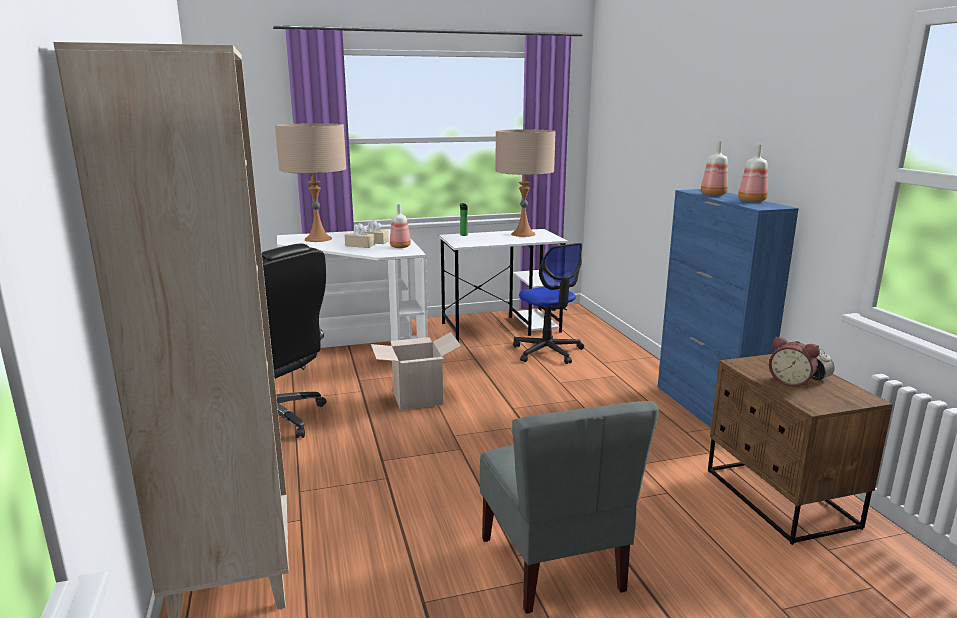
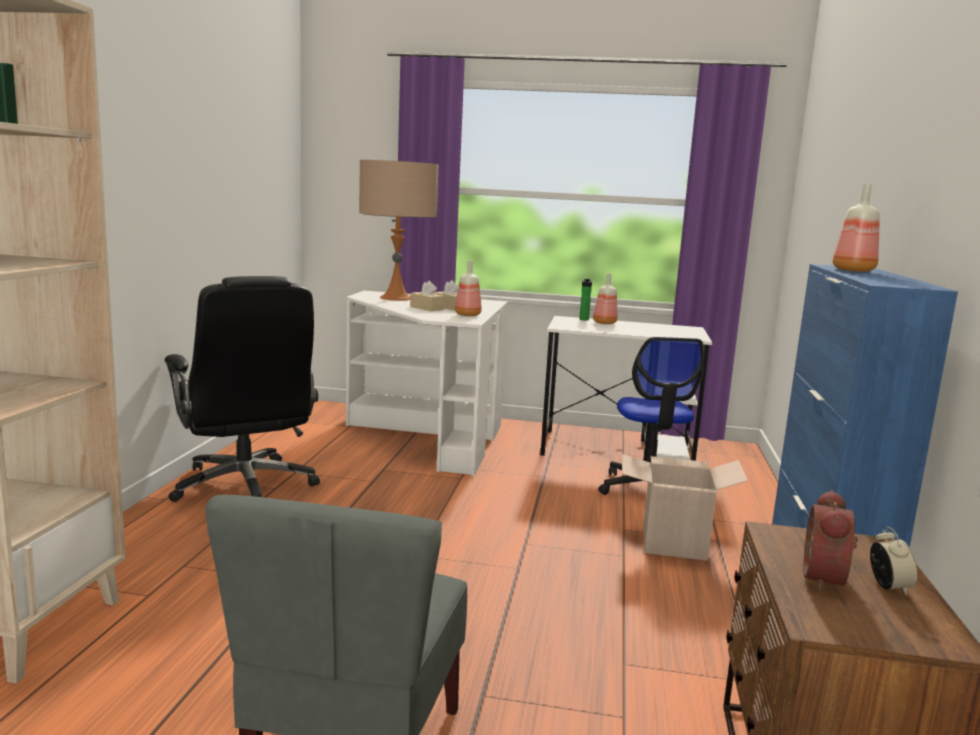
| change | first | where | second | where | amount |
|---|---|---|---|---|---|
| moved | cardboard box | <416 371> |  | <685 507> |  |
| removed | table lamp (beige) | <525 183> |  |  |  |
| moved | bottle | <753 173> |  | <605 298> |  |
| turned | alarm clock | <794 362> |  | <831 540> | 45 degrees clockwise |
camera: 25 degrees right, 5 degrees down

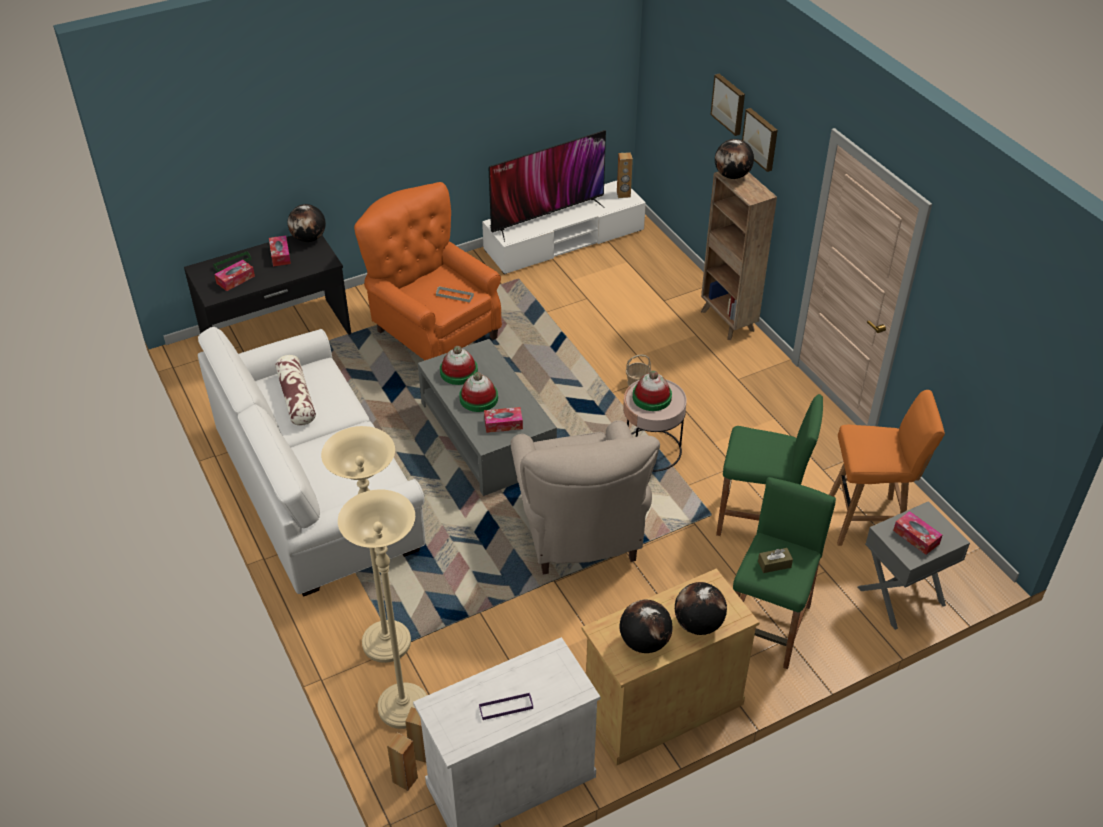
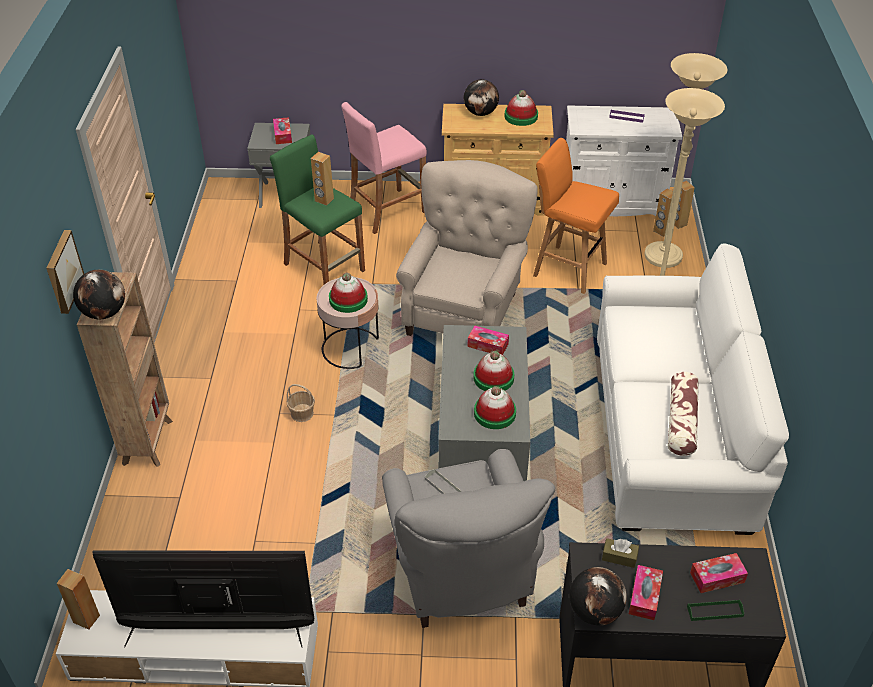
| change | first | where | second | where | amount |
|---|---|---|---|---|---|
| recoloured | armchair (orange) | <428 271> | armchair (grey) | <468 538> |  |
| replaced | globe | <646 626> | hat | <521 108> |  |
| removed | picture | <728 105> |  |  |  |
| recoloured | stool (green) | <784 573> | stool (pink) | <384 168> |  |
| moved | tissue box (brown) | <775 560> |  | <620 553> |  |
| moved | stool (orange) | <887 468> |  | <576 216> |  |
| added |  |  | speaker (brown) | <322 179> |  |
camera: 150 degrees left, 0 degrees up

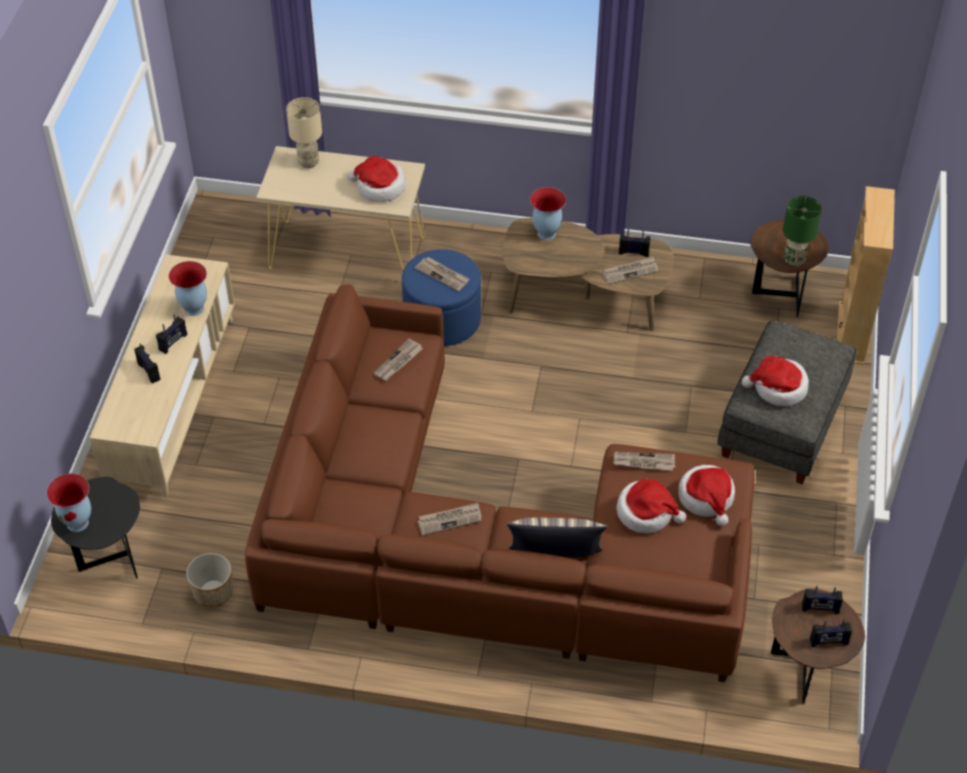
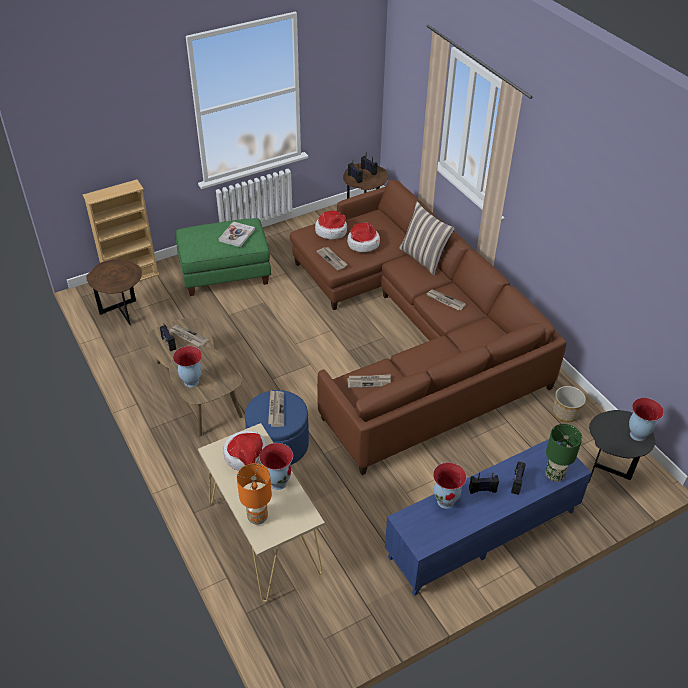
| change | first | where | second | where | amount |
|---|---|---|---|---|---|
| recoloured | tv stand (beige) | <162 376> | tv stand (blue) | <488 517> |  |
| recoloured | table lamp (beige) | <304 132> | table lamp (orange) | <254 494> |  |
| recoloured | ottoman (grey) | <786 402> | ottoman (green) | <223 257> |  |
| replaced | hat | <775 381> | book | <237 234> |  |
| moved | table lamp (green) | <802 231> |  | <564 453> |  |
| added |  |  | vase | <276 466> |  |
camera: 130 degrees left, 5 degrees down

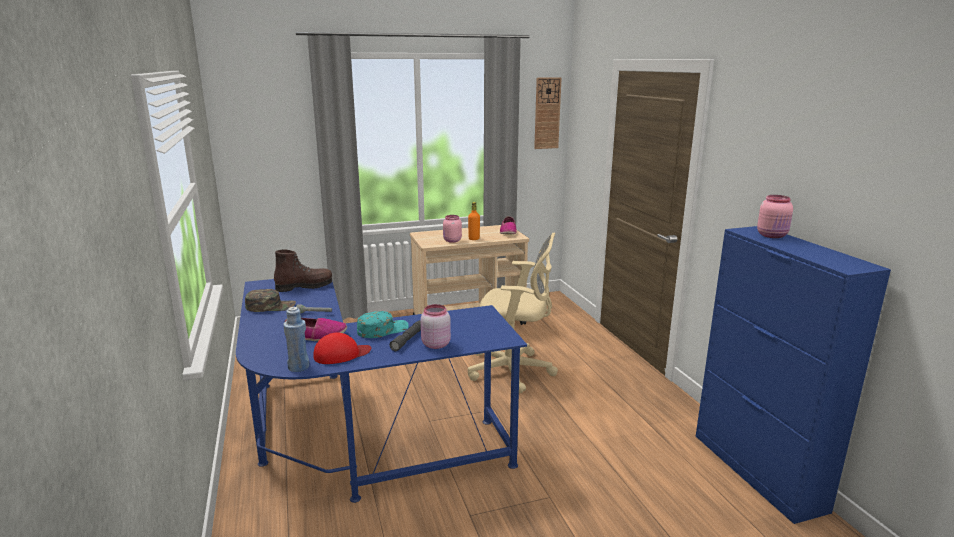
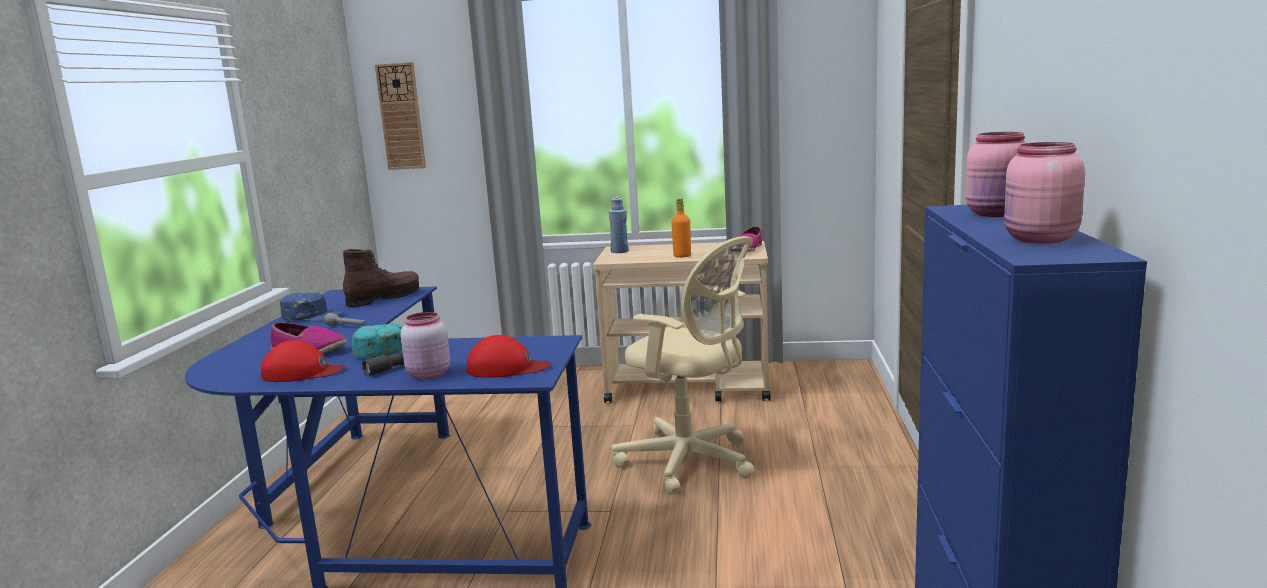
| change | first | where | second | where | amount |
|---|---|---|---|---|---|
| recoloured | cap (green) | <270 300> | cap (blue) | <312 307> |  |
| turned | boot (brown) | <303 270> |  | <381 278> | 45 degrees counterclockwise |
| moved | bottle (blue) | <296 339> |  | <619 224> |  |
| moved | jar (pink) | <452 229> |  | <1044 192> |  |
| moved | wall clock | <547 113> |  | <400 116> |  |
| added |  |  | cap (red) | <509 356> |  |
camera: 25 degrees right, 5 degrees down

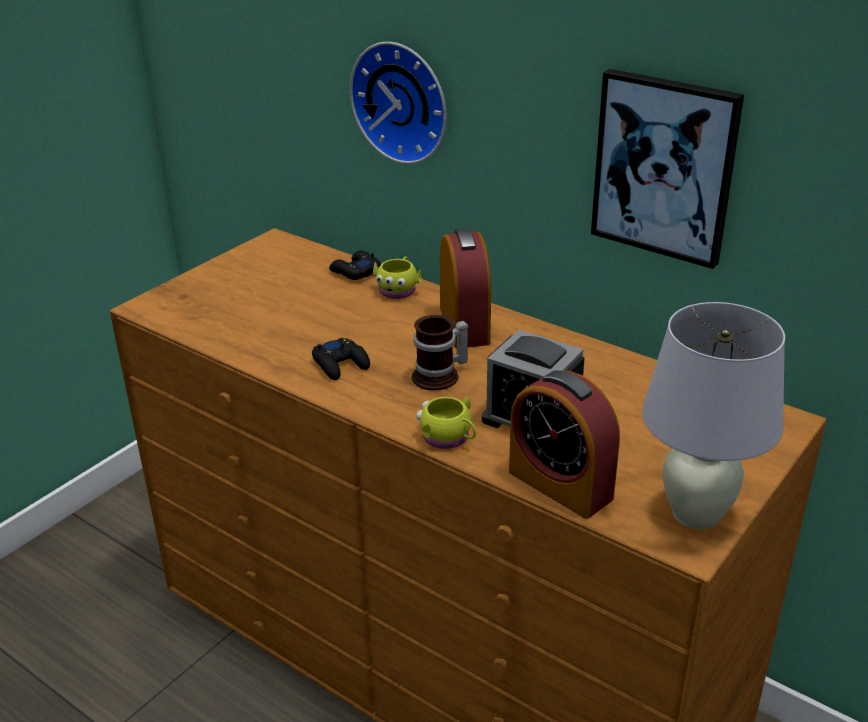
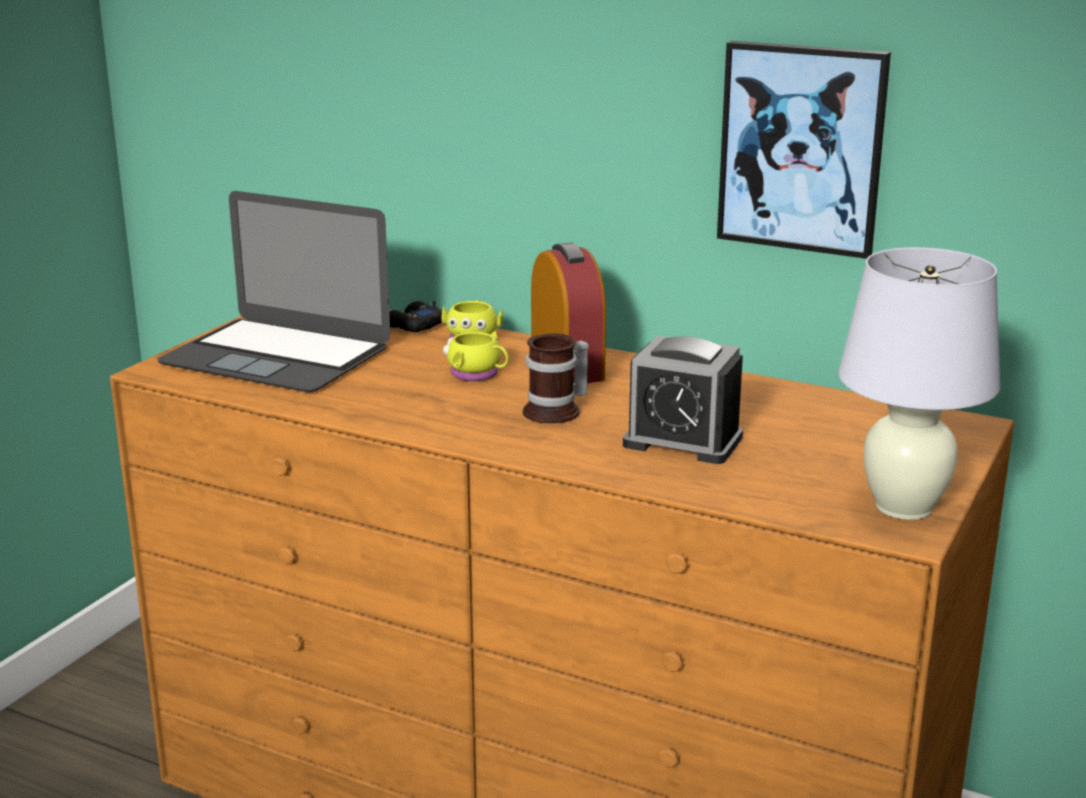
| change | first | where | second | where | amount |
|---|---|---|---|---|---|
| removed | game controller (black) | <341 359> |  |  |  |
| removed | wall clock | <398 103> |  |  |  |
| moved | mug (yellow) | <446 423> |  | <476 356> |  |
| removed | alarm clock | <564 445> |  |  |  |
| added |  |  | laptop | <273 291> |  |
camera: 10 degrees left, 10 degrees down

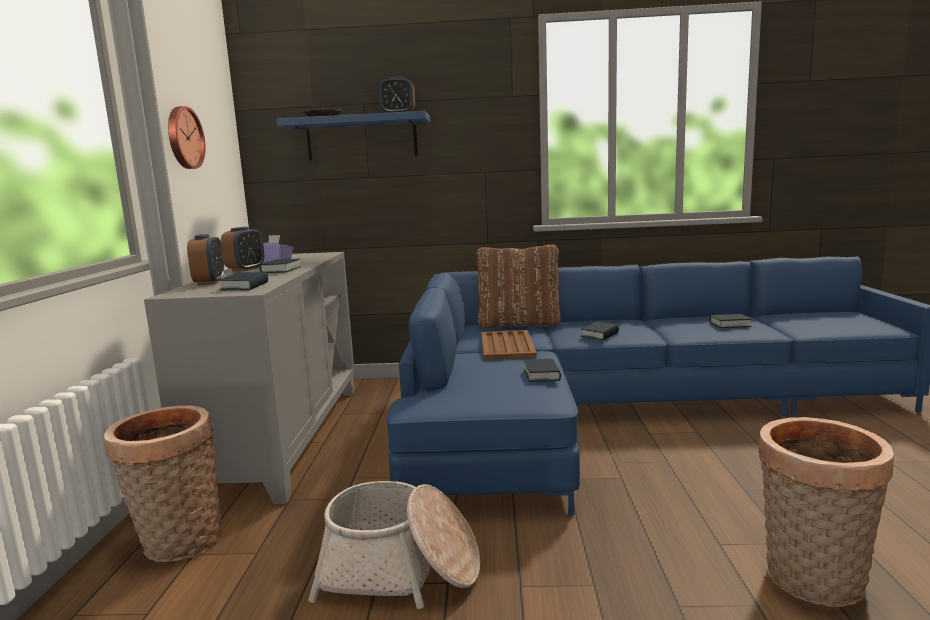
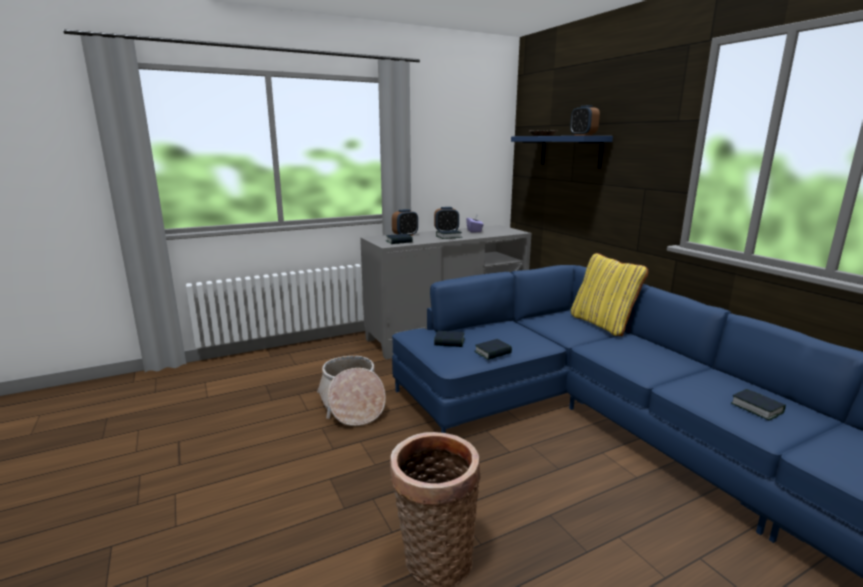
| change | first | where | second | where | amount |
|---|---|---|---|---|---|
| removed | basket | <163 483> |  |  |  |
| removed | wall clock | <187 137> |  |  |  |
| recoloured | pillow (brown) | <518 287> | pillow (yellow) | <609 295> |  |
| removed | tray (brown) | <509 345> |  |  |  |
| moved | book | <599 331> |  | <449 339> |  |
camera: 60 degrees right, 5 degrees up

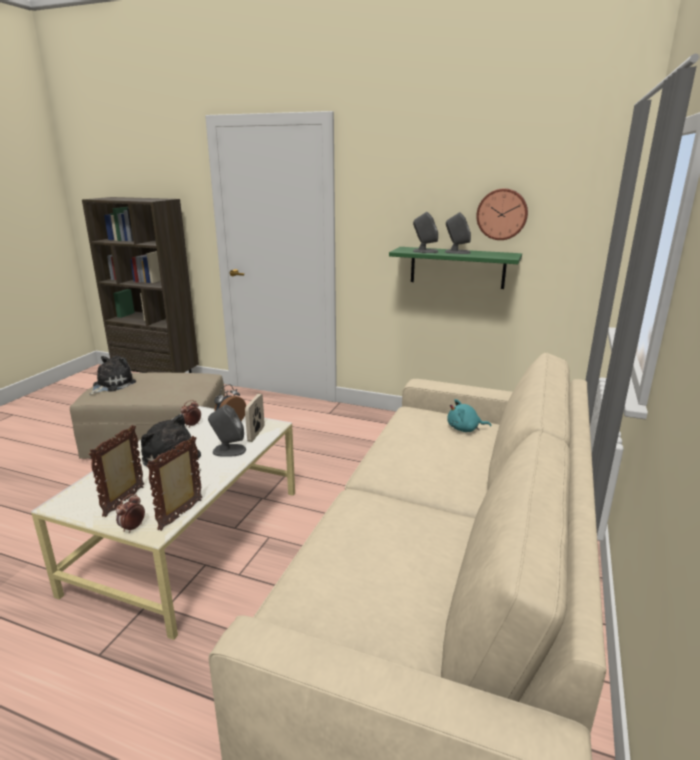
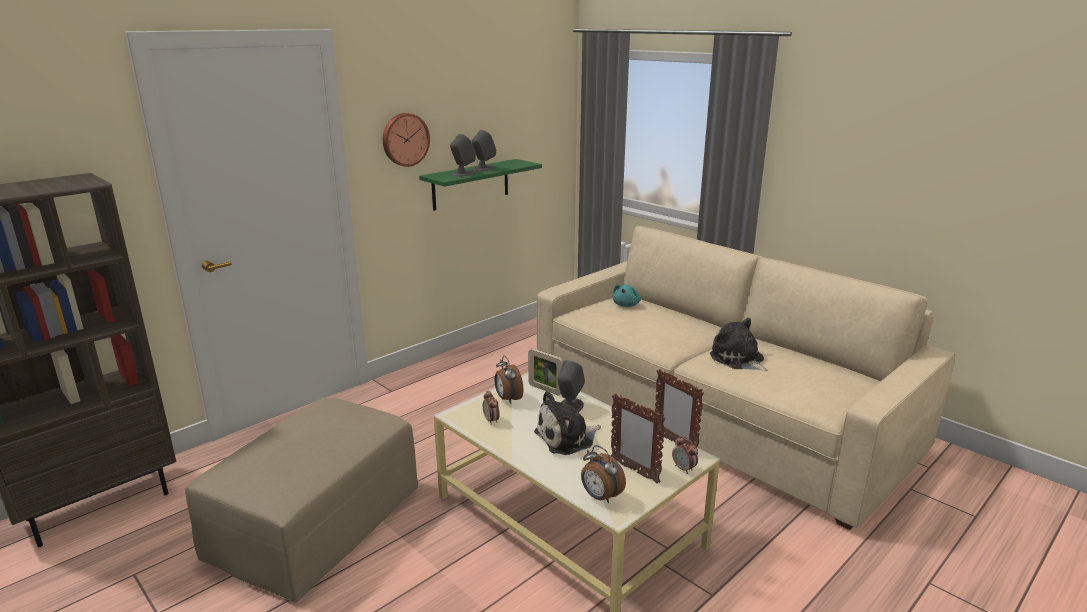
| change | first | where | second | where | amount |
|---|---|---|---|---|---|
| moved | plush toy | <112 375> |  | <740 344> |  |
| moved | wall clock | <502 214> |  | <406 140> |  |
| added |  |  | alarm clock | <603 474> |  |
camera: 65 degrees left, 0 degrees up

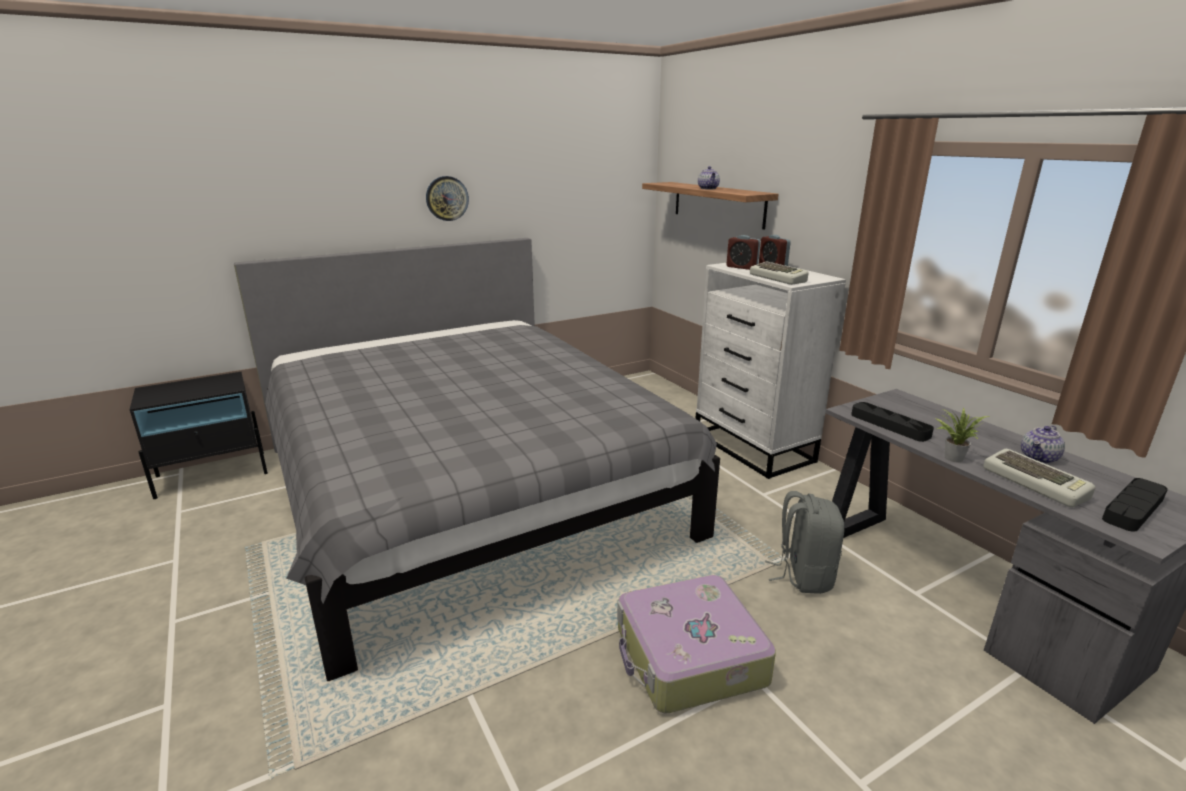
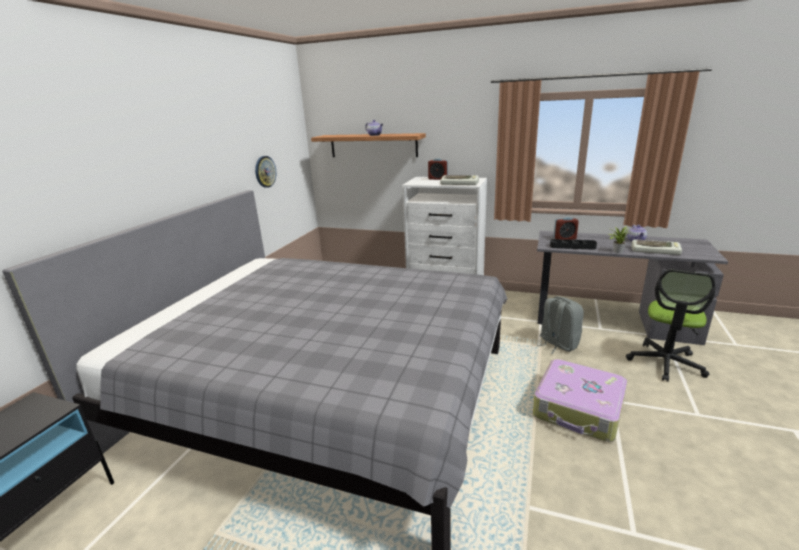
| change | first | where | second | where | amount |
|---|---|---|---|---|---|
| moved | wall clock | <447 198> |  | <265 172> |  |
| moved | alarm clock | <743 252> |  | <566 228> |  |
| removed | tray (black) | <1135 505> |  |  |  |
| added |  |  | office chair | <670 326> |  |
camera: 40 degrees left, 0 degrees up

